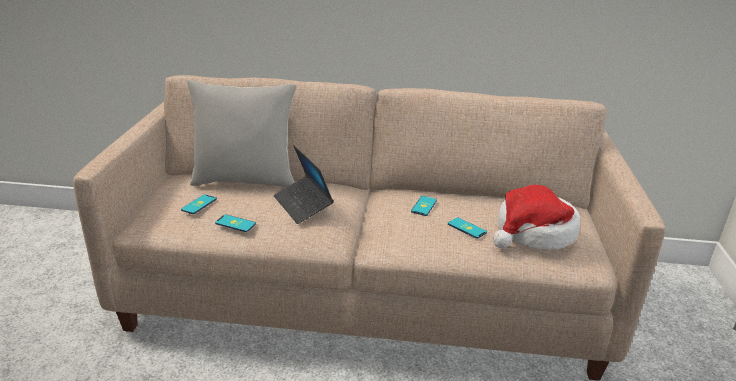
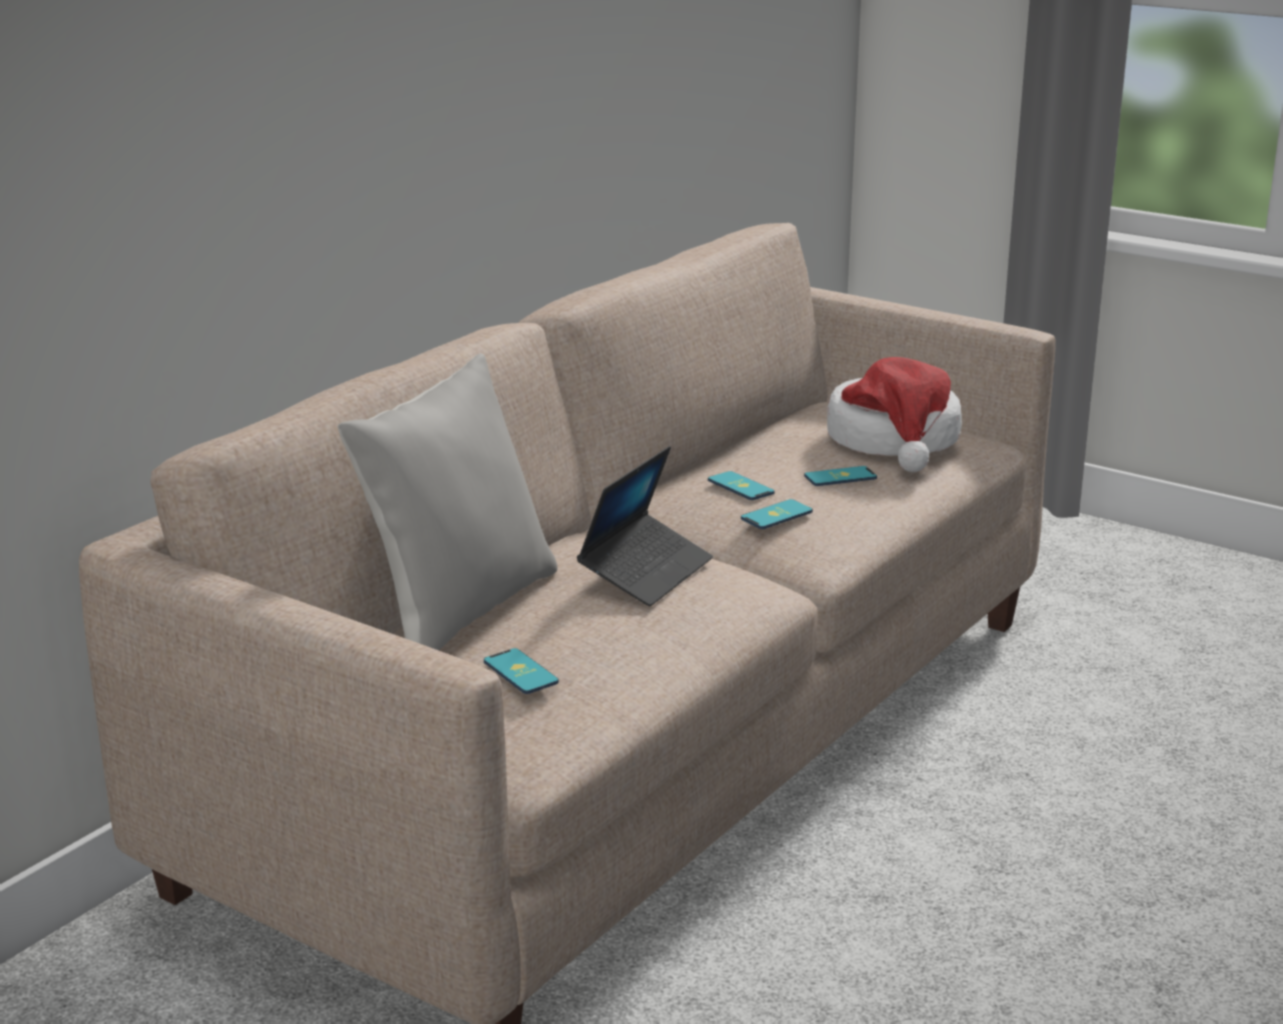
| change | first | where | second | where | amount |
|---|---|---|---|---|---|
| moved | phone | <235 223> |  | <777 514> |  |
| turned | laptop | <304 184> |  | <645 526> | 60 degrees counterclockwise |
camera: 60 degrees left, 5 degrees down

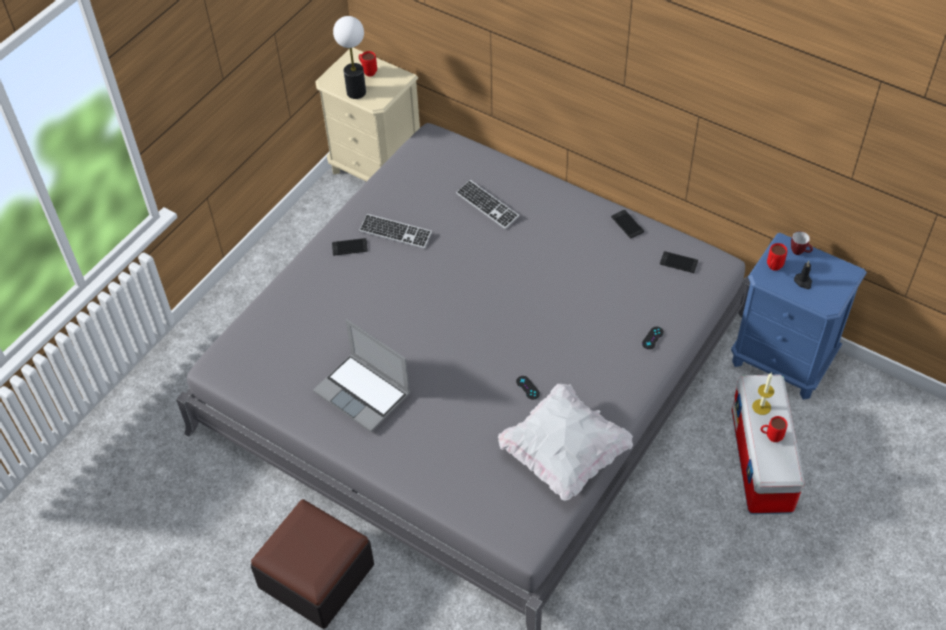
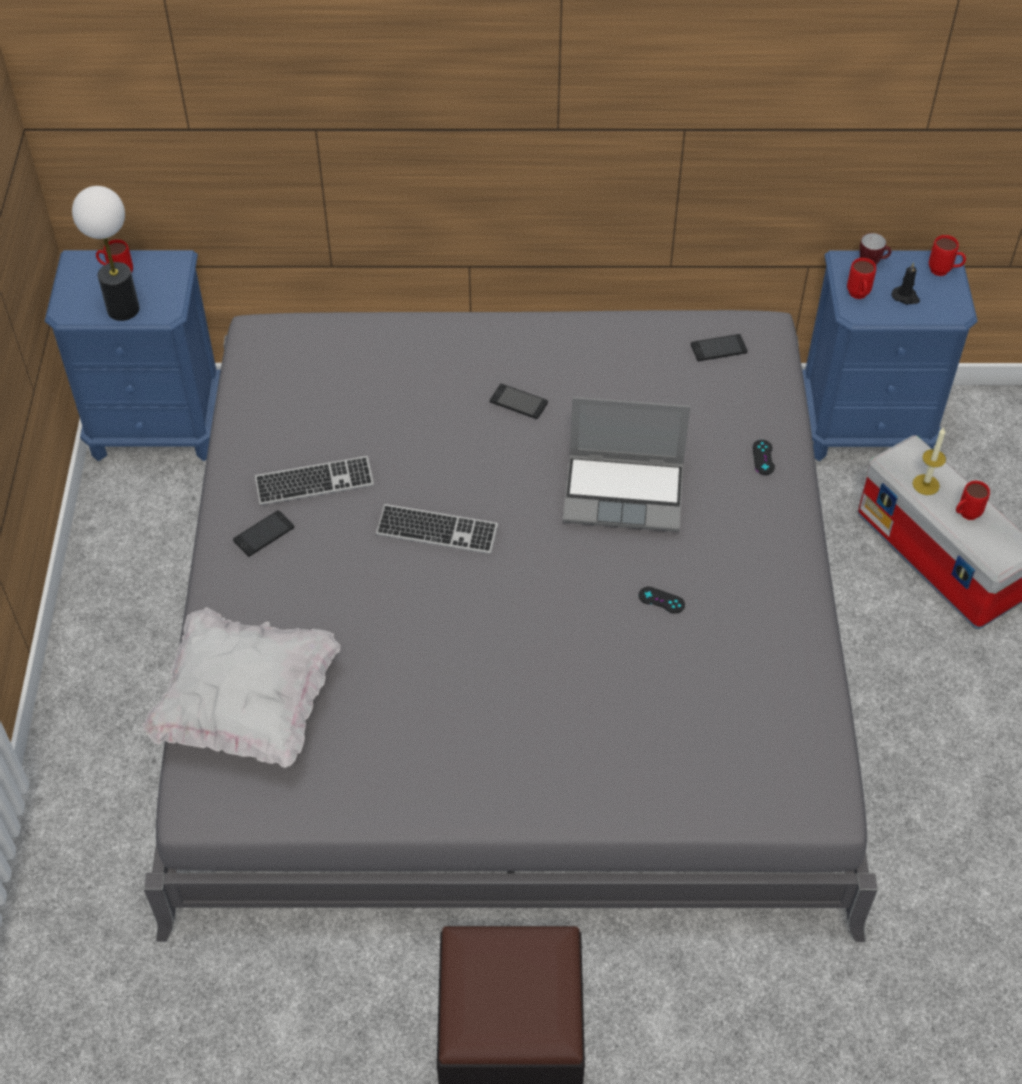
| change | first | where | second | where | amount |
|---|---|---|---|---|---|
| moved | laptop | <361 375> |  | <627 464> |  |
| recoloured | nightstand (beige) | <367 115> | nightstand (blue) | <133 355> |  |
| moved | keyboard | <487 204> |  | <437 529> |  |
| moved | pillow (white) | <565 442> |  | <241 687> |  |
| moved | phone | <627 224> |  | <519 401> |  |
| added |  |  | mug (red) | <947 255> |  |
camera: 35 degrees left, 0 degrees up

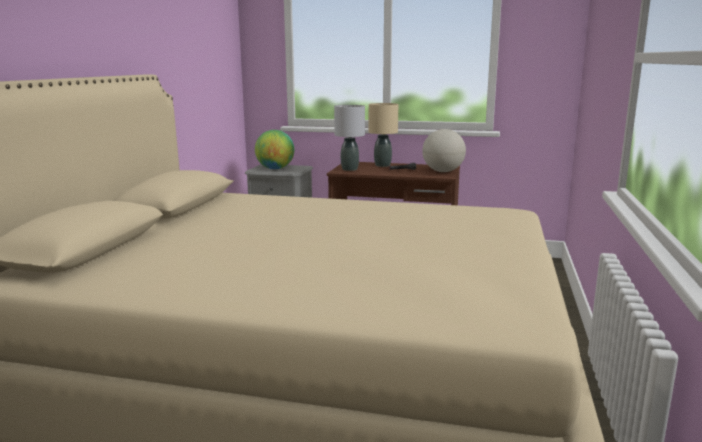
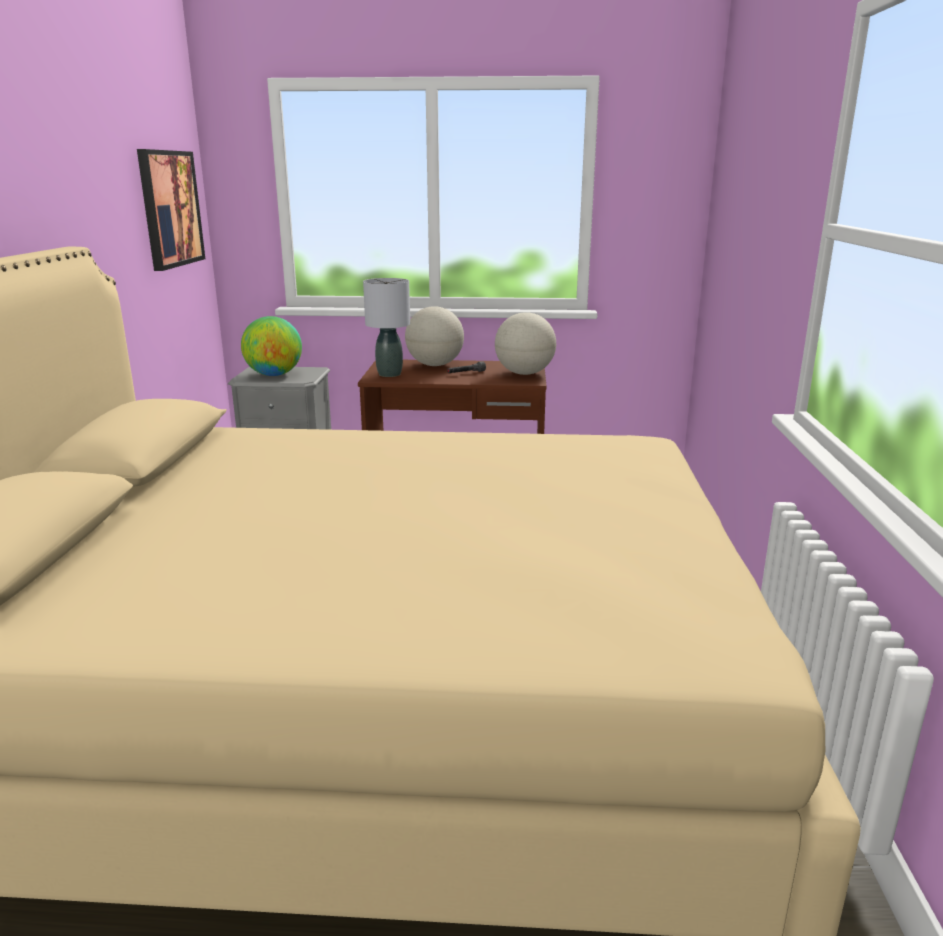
| change | first | where | second | where | amount |
|---|---|---|---|---|---|
| replaced | table lamp (beige) | <383 135> | globe | <434 336> |  |
| added |  |  | picture | <171 210> |  |
camera: 10 degrees left, 5 degrees up

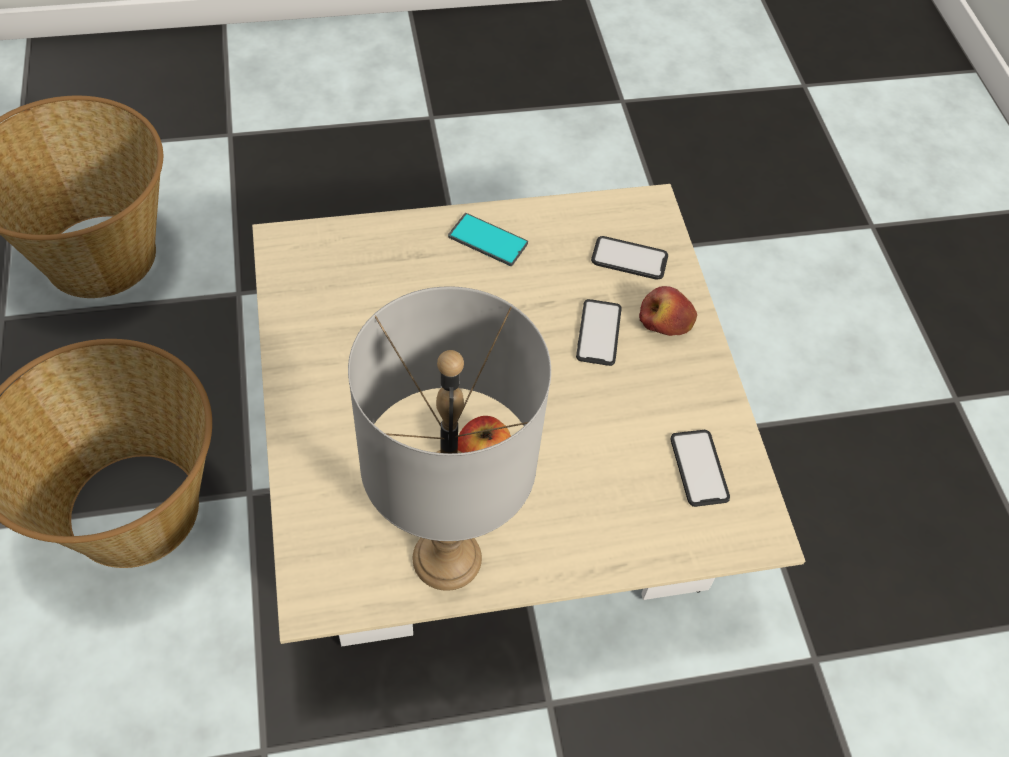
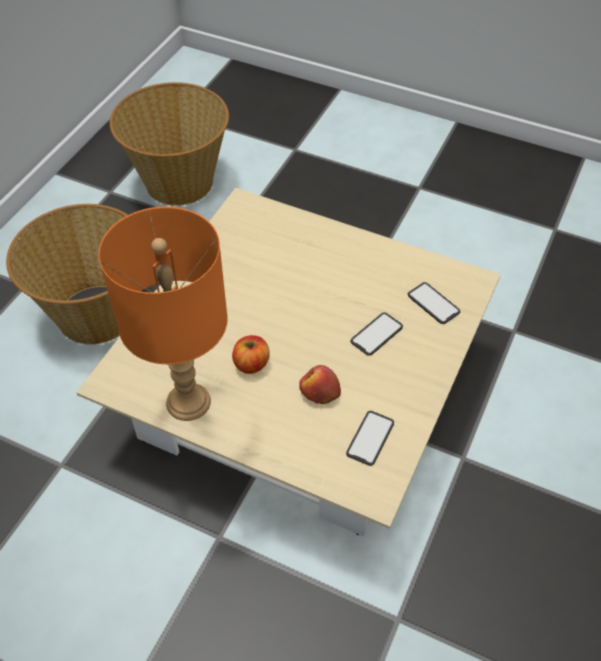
| change | first | where | second | where | amount |
|---|---|---|---|---|---|
| recoloured | table lamp (grey) | <449 438> | table lamp (orange) | <163 313> |  |
| removed | phone | <488 239> |  |  |  |
| moved | apple | <668 311> |  | <320 384> |  |
camera: 40 degrees right, 5 degrees down

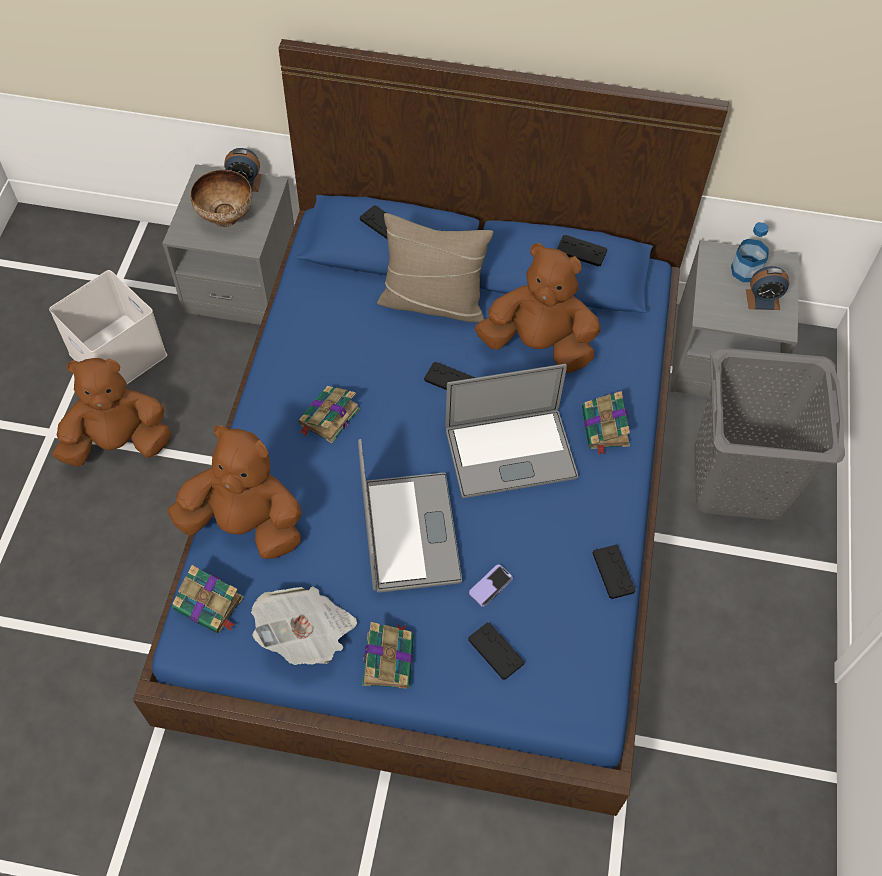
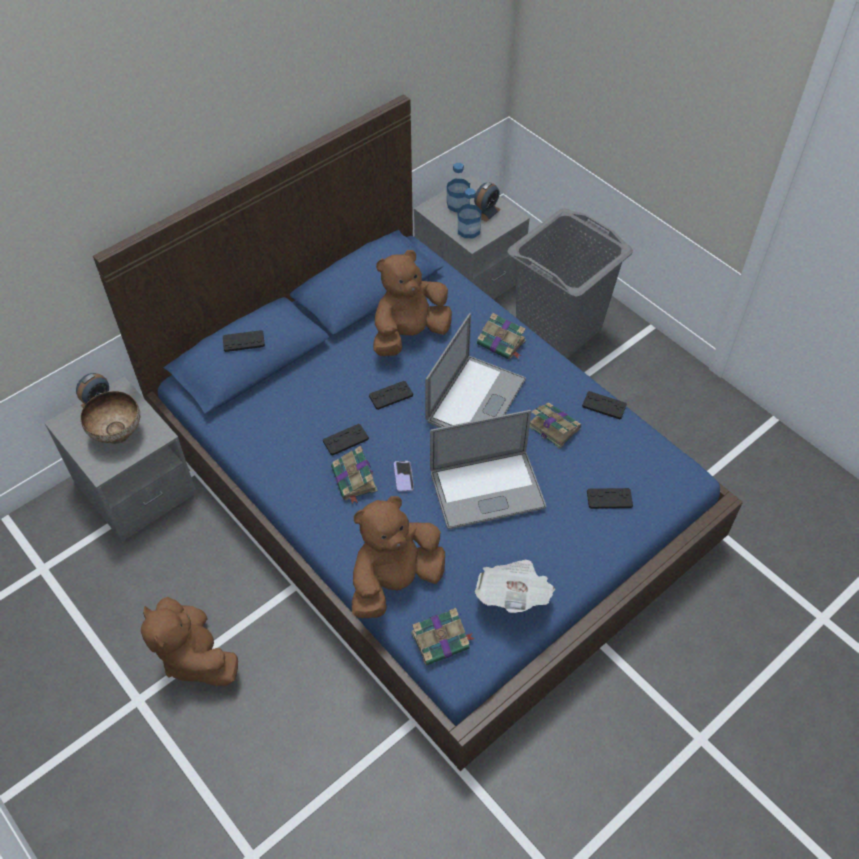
| change | first | where | second | where | amount |
|---|---|---|---|---|---|
| removed | storage box (white) | <108 327> |  |  |  |
| turned | plush toy (brown) | <112 412> |  | <189 641> | 60 degrees counterclockwise |
| turned | laptop | <410 515> |  | <488 469> | 135 degrees clockwise |
| moved | book | <388 655> |  | <555 426> |  |
| removed | pillow (beige) | <435 268> |  |  |  |
| moved | phone | <491 585> |  | <404 476> |  |
| moved | game controller (black) | <582 251> |  | <346 440> |  |
| added |  |  | bottle | <470 213> |  |
camera: 50 degrees left, 5 degrees down

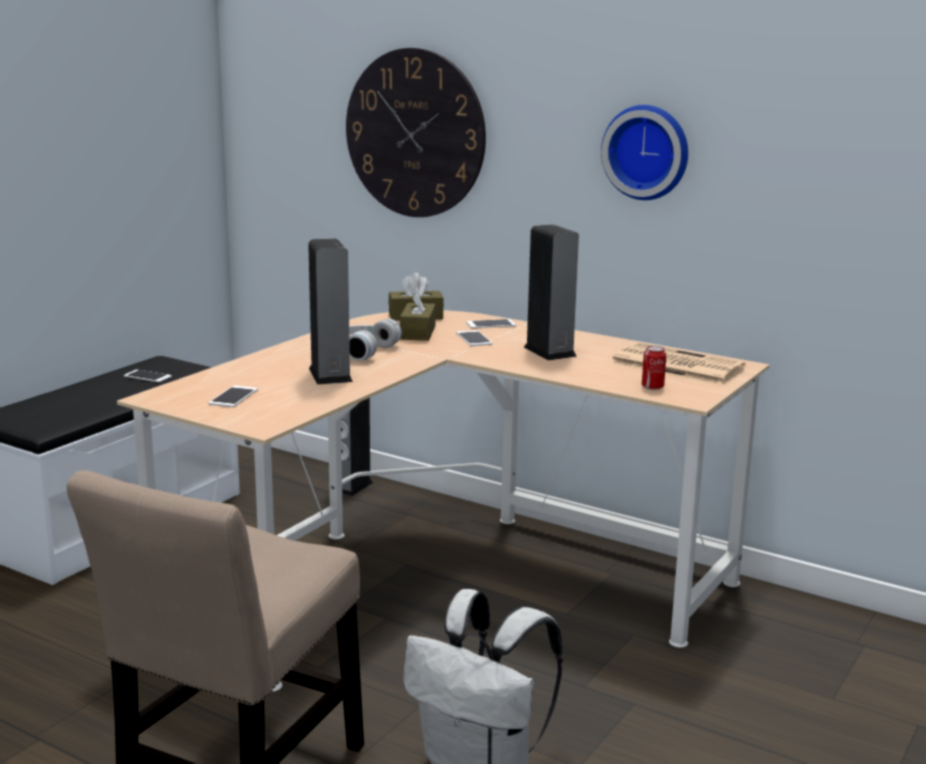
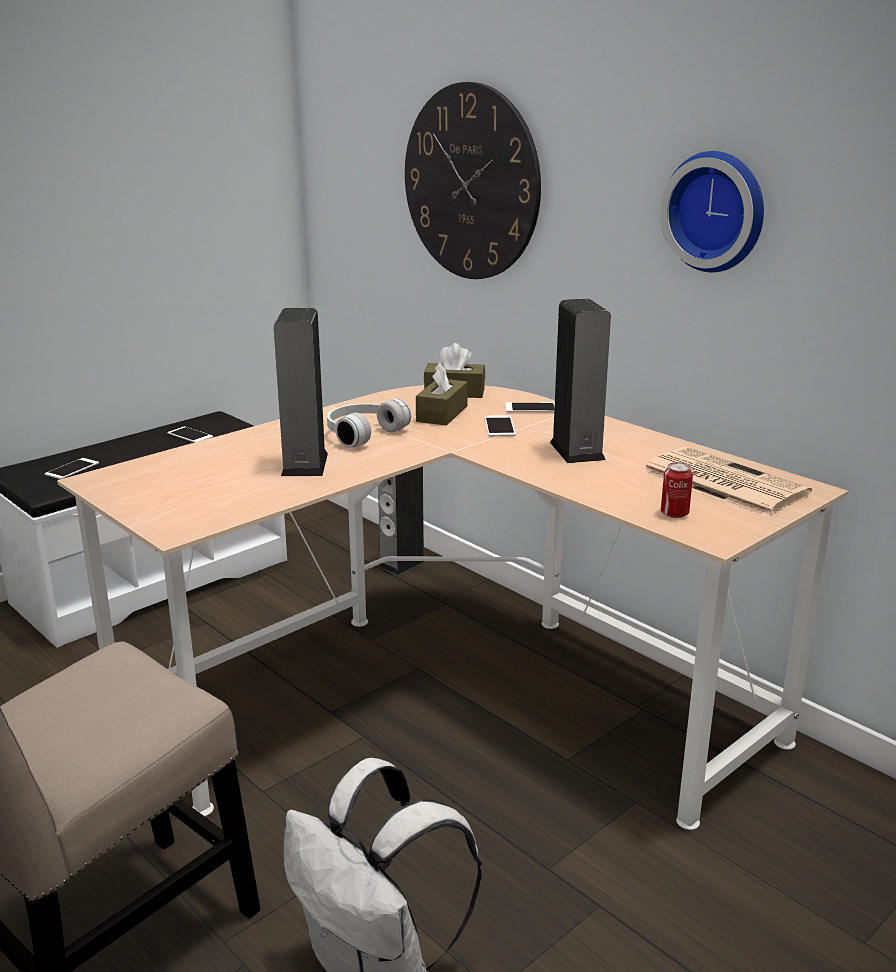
| change | first | where | second | where | amount |
|---|---|---|---|---|---|
| moved | phone | <233 396> |  | <72 468> |  |
camera: 15 degrees right, 5 degrees up

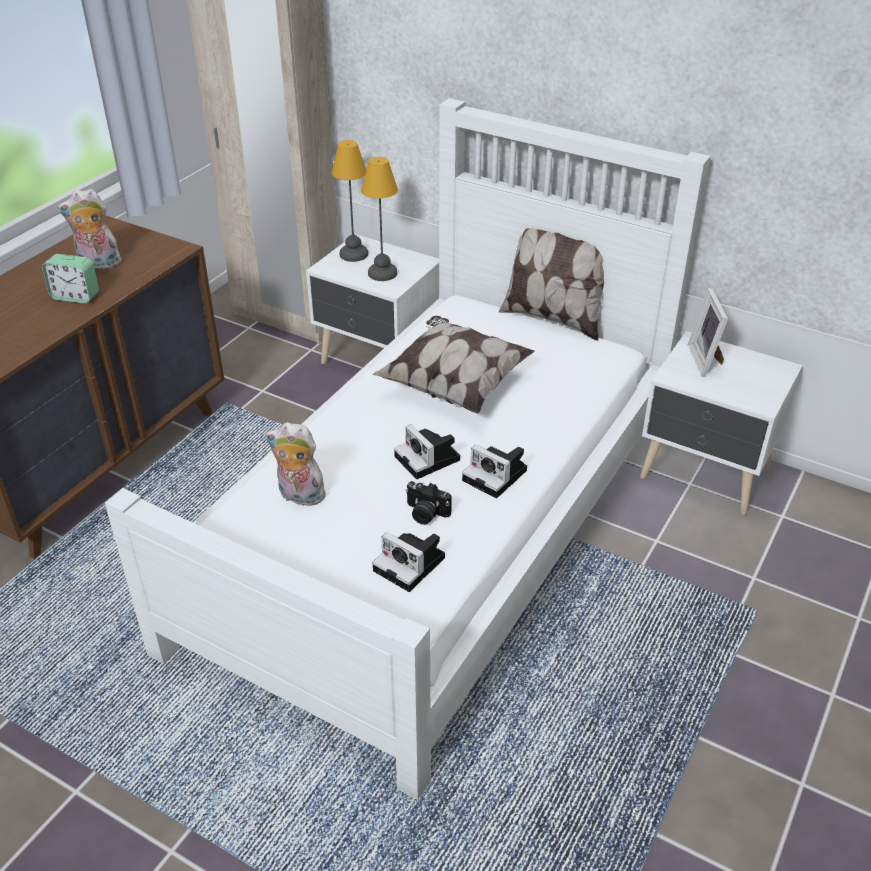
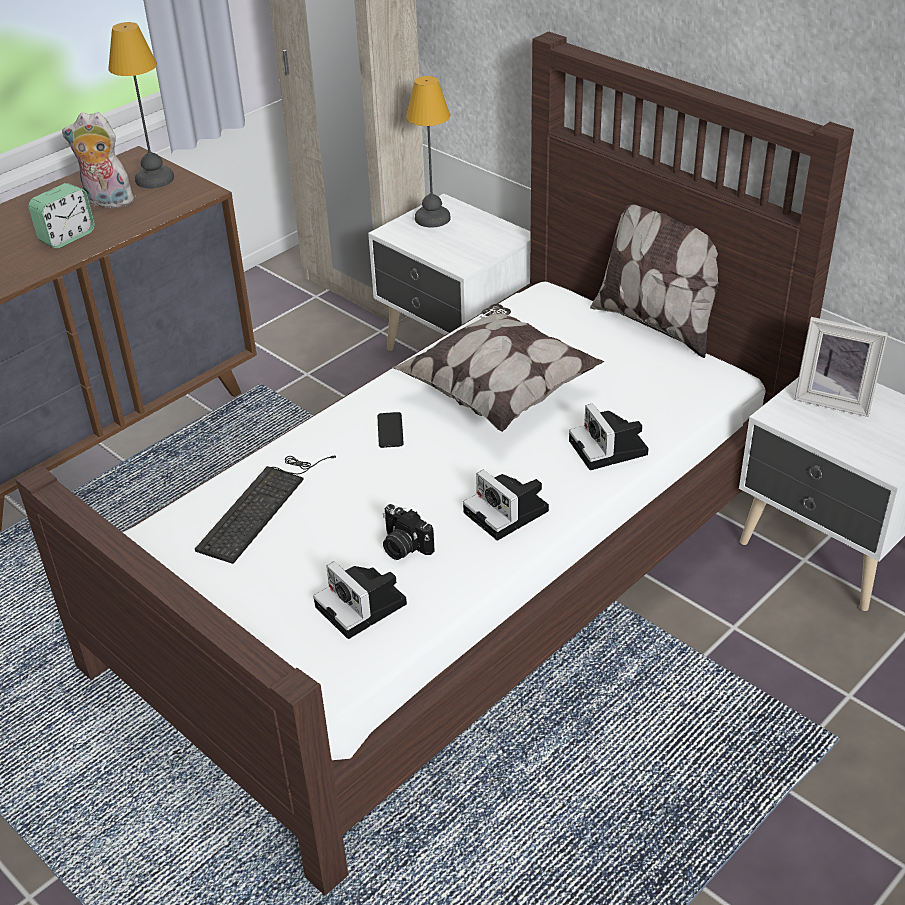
| change | first | where | second | where | amount |
|---|---|---|---|---|---|
| turned | alarm clock | <70 279> |  | <62 215> | 75 degrees counterclockwise |
| recoloured | bed (white) | <408 449> | bed (brown) | <434 463> |  |
| replaced | plush toy | <296 464> | keyboard | <265 510> |  |
| moved | table lamp | <379 219> |  | <141 105> |  |
| moved | photo camera | <427 451> |  | <608 436> |  |
| turned | picture frame | <707 332> |  | <841 367> | 75 degrees counterclockwise |
| added |  |  | phone | <390 430> |  |
camera: 15 degrees right, 0 degrees up

